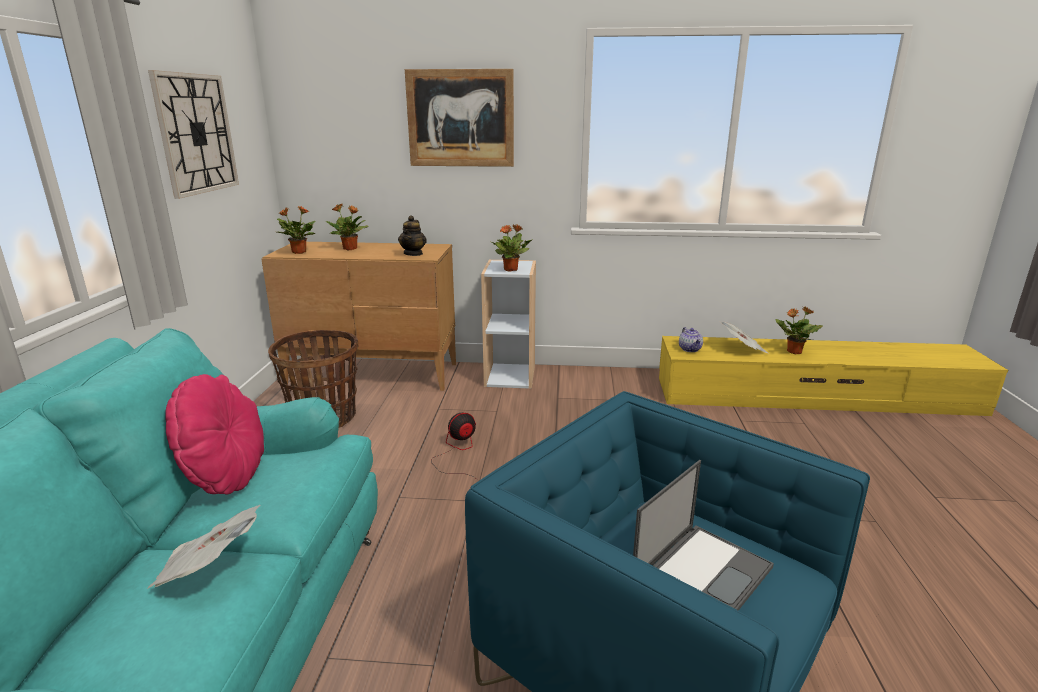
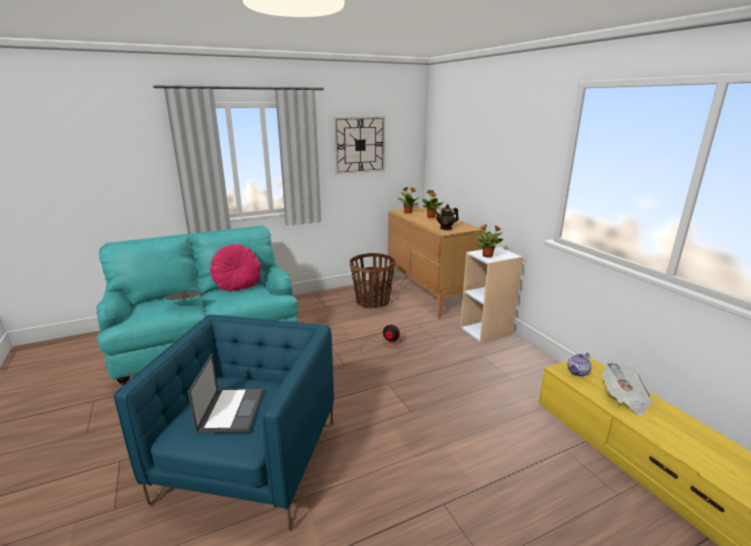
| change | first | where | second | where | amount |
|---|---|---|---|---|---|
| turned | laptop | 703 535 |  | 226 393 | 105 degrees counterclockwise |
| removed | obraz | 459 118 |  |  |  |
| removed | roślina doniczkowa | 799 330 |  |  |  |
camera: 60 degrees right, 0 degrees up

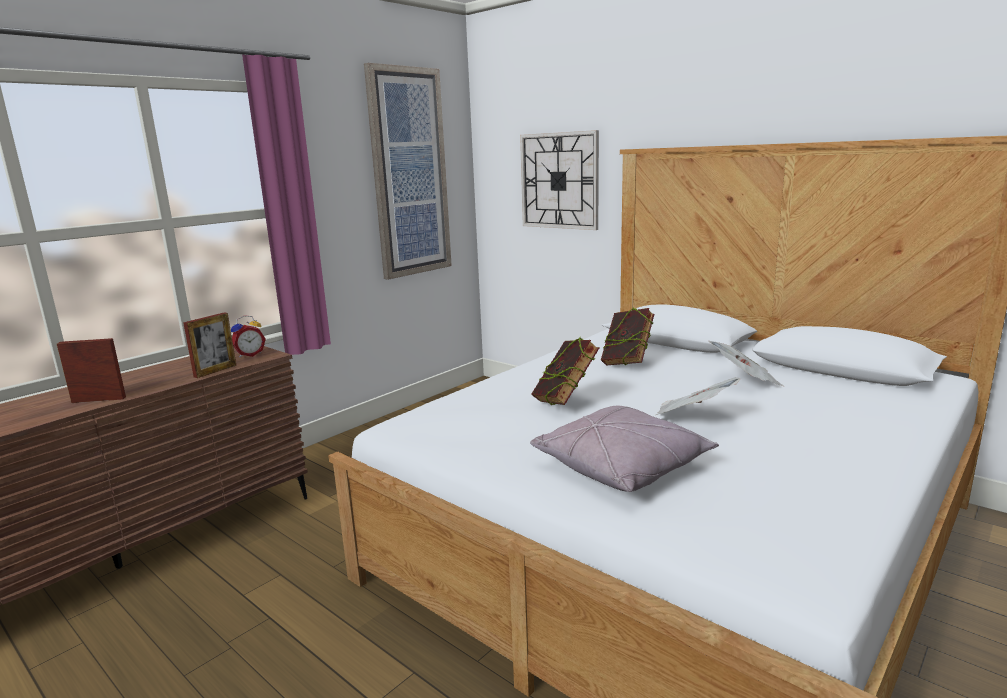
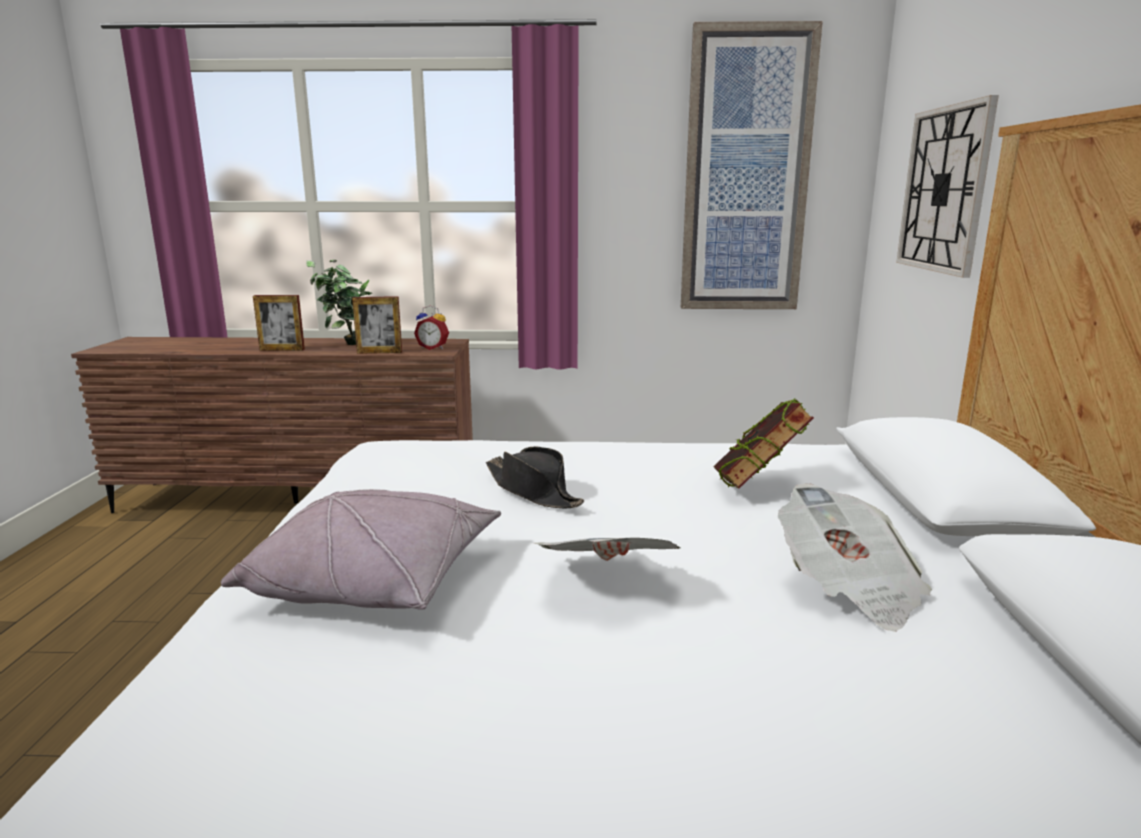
| change | first | where | second | where | amount |
|---|---|---|---|---|---|
| turned | ramka na zdjęcie | 91 370 |  | 279 323 | 135 degrees clockwise |
| added |  |  | roślina doniczkowa | 339 302 |  |
| replaced | książka | 565 372 | kapelusz (czarny) | 535 477 |  |
camera: 50 degrees right, 0 degrees up

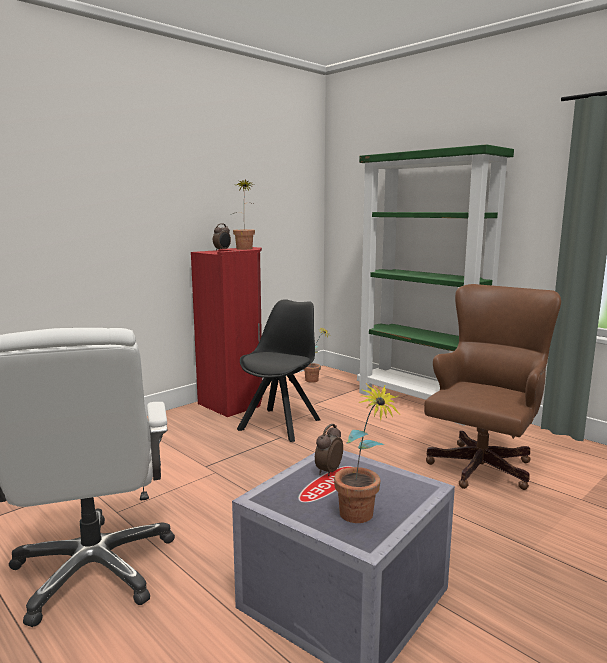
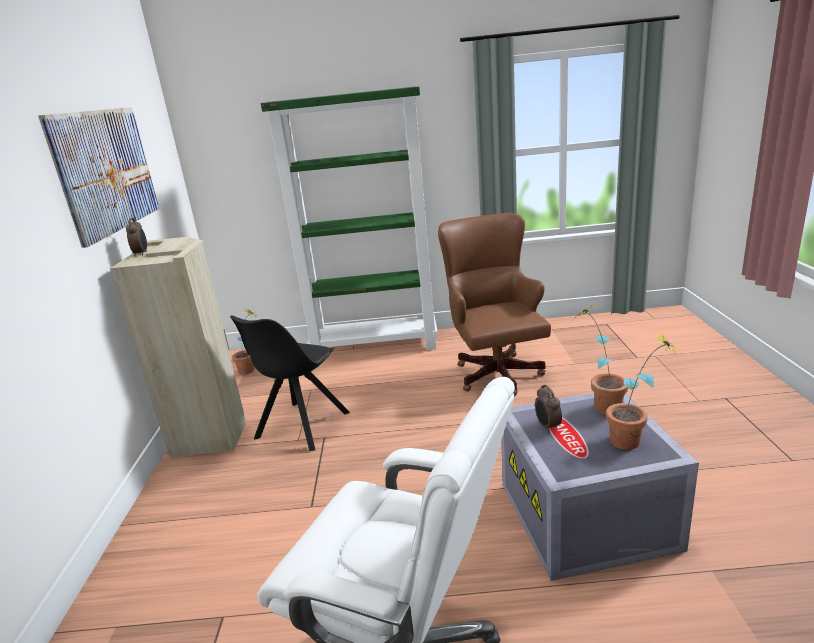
| change | first | where | second | where | amount |
|---|---|---|---|---|---|
| added |  |  | obraz | 98 177 |  |
| recoloured | szafka (czerwony) | 227 332 | szafka (beżowy) | 178 347 |  |
| turned | krzesło (czarny) | 278 370 |  | 290 383 | 135 degrees counterclockwise |
| moved | roślina doniczkowa | 242 214 |  | 601 359 |  |
camera: 45 degrees left, 10 degrees up

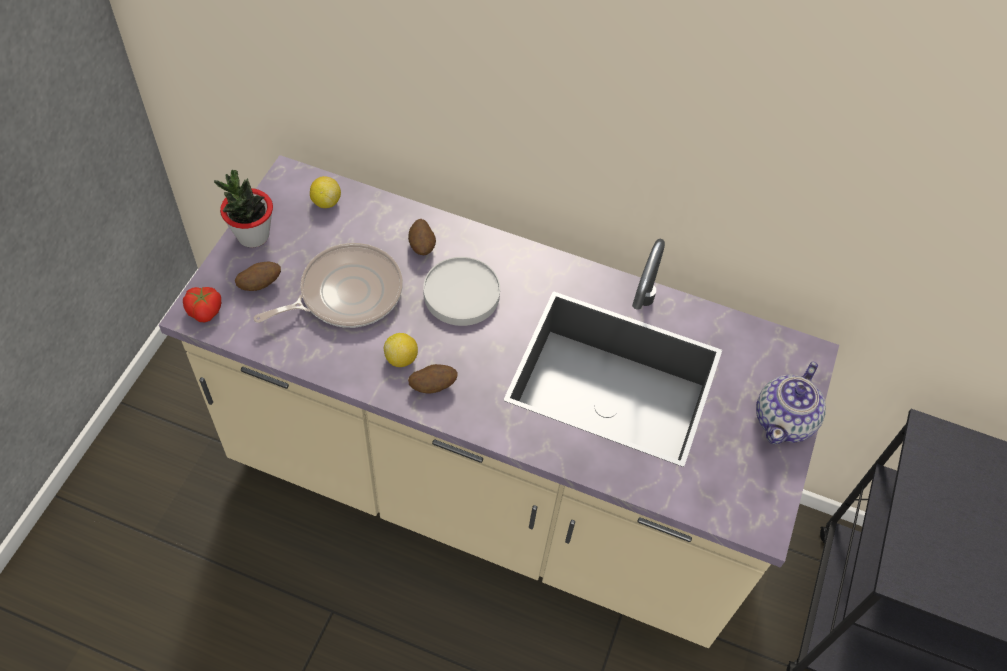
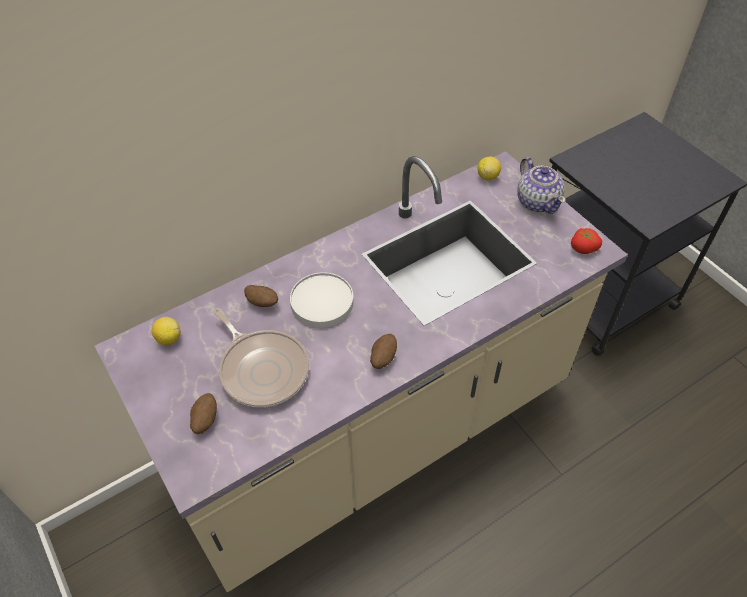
| change | first | where | second | where | amount |
|---|---|---|---|---|---|
| turned | patelnia | 328 285 |  | 261 358 | 135 degrees clockwise |
| moved | cytryna | 401 350 |  | 489 168 |  |
| moved | pomidor | 202 304 |  | 586 241 |  |
| removed | roślina doniczkowa | 243 209 |  |  |  |
camera: 50 degrees left, 5 degrees down

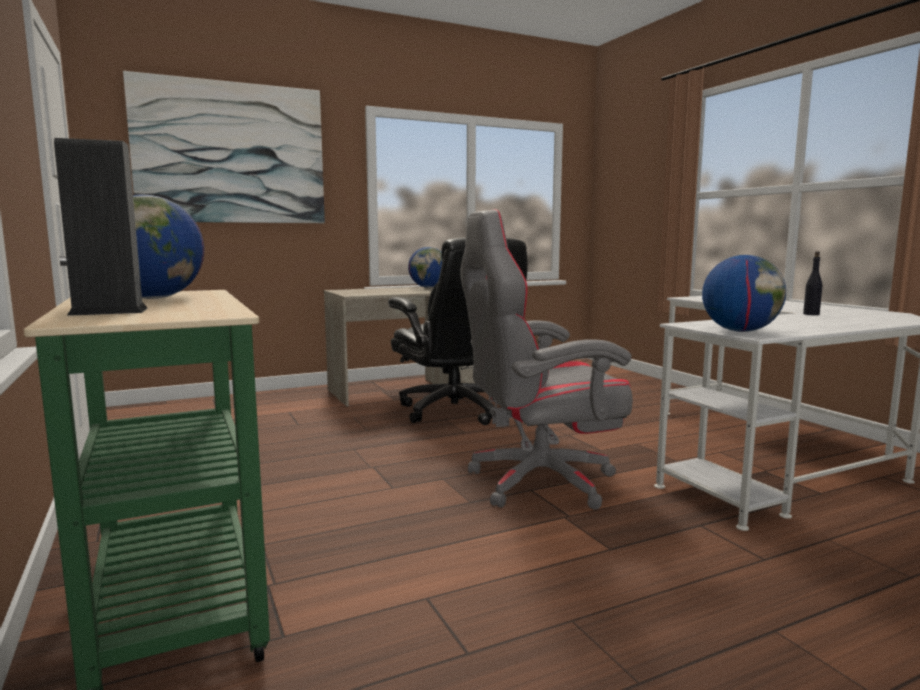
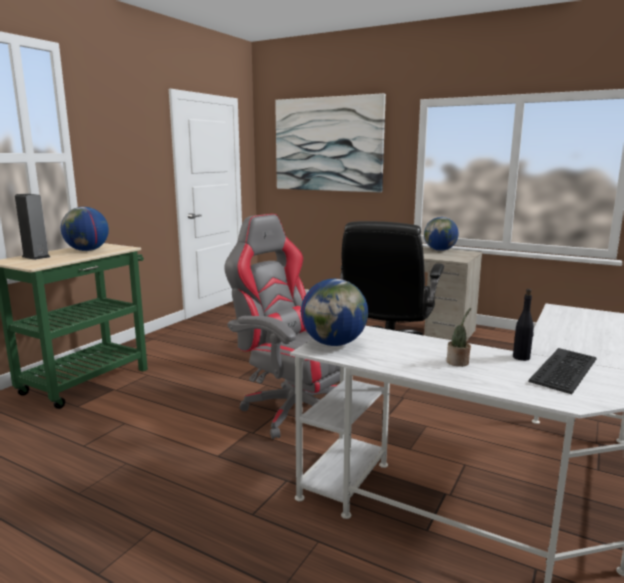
| change | first | where | second | where | amount |
|---|---|---|---|---|---|
| added |  |  | roślina doniczkowa | 459 337 |  |
| added |  |  | klawiatura | 563 371 |  |
camera: 55 degrees right, 5 degrees up

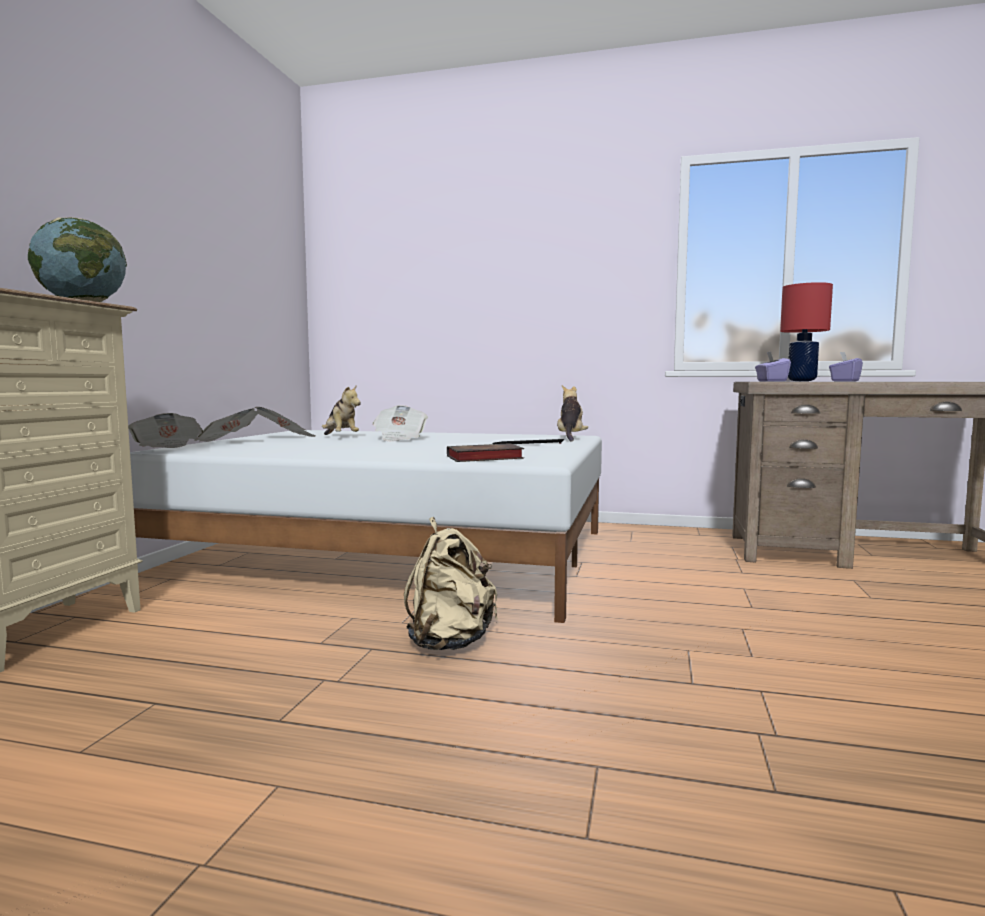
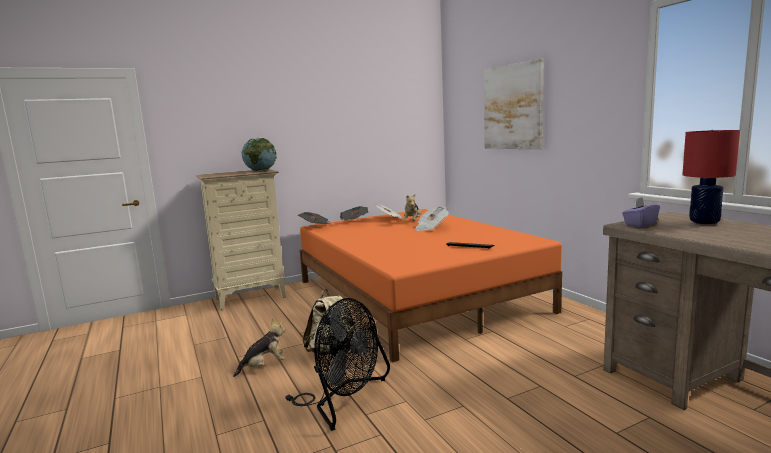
| change | first | where | second | where | amount |
|---|---|---|---|---|---|
| moved | pluszak | 572 413 |  | 259 348 |  |
| added |  |  | wentylator (czarny) | 337 364 |  |
| recoloured | łóżko (biały) | 366 526 | łóżko (pomarańczowy) | 431 285 |  |
| added |  |  | obraz | 514 104 |  |
| removed | książka | 485 452 |  |  |  |
| removed | pudełko chusteczek (fioletowy) | 846 366 |  |  |  |
camera: 50 degrees right, 5 degrees up

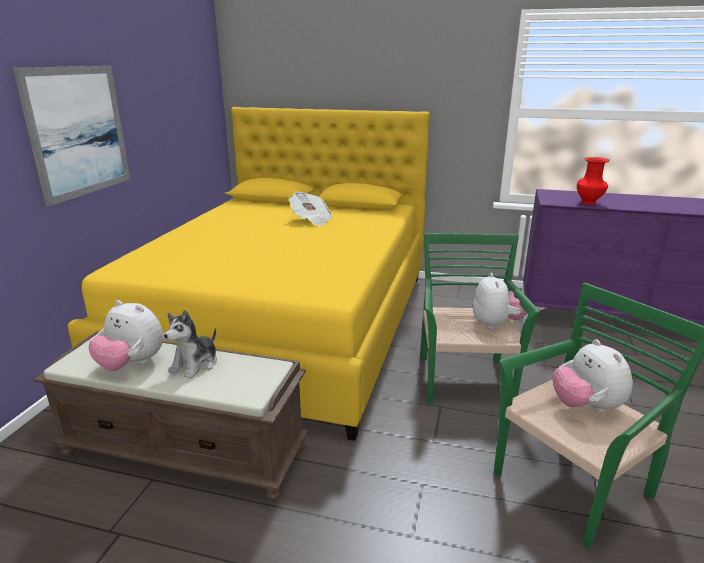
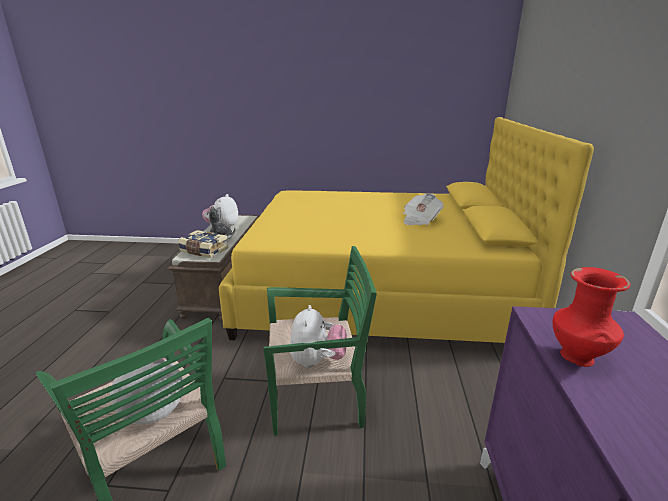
| change | first | where | second | where | amount |
|---|---|---|---|---|---|
| added |  |  | książka | 203 244 |  |
| turned | pluszak | 500 301 |  | 318 336 | 75 degrees counterclockwise |
| removed | obraz | 71 136 |  |  |  |
camera: 80 degrees right, 0 degrees up

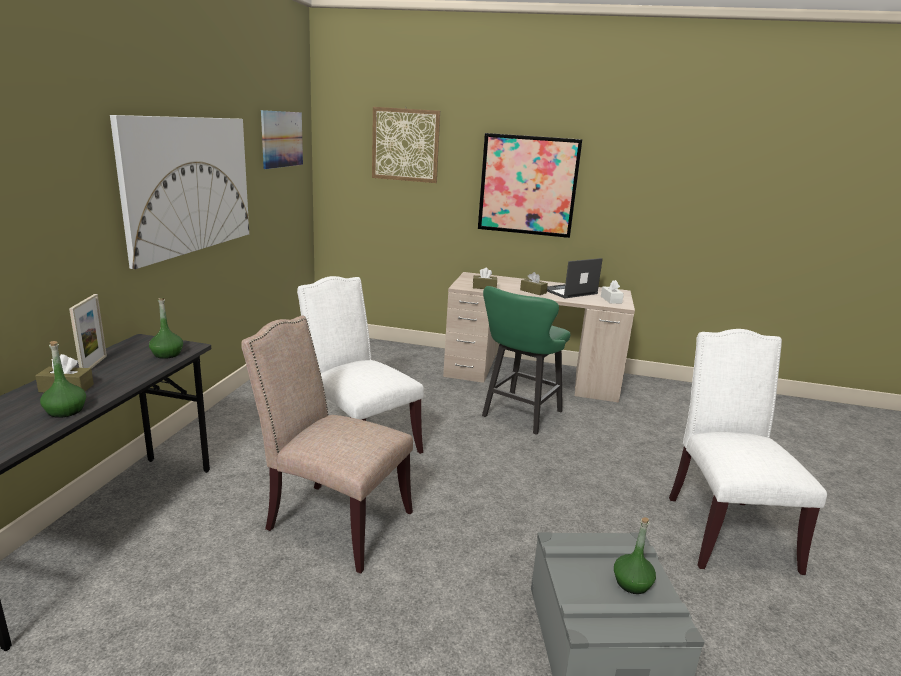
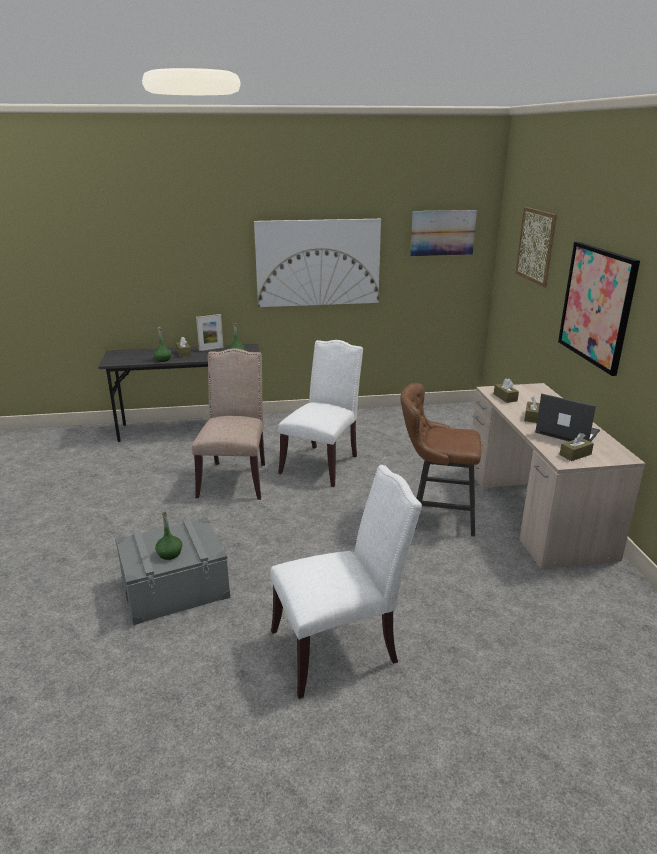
| change | first | where | second | where | amount |
|---|---|---|---|---|---|
| recoloured | stołek (zielony) | 526 360 | stołek (brązowy) | 440 460 |  |
| recoloured | pudełko chusteczek (biały) | 612 292 | pudełko chusteczek (brązowy) | 576 447 |  |
camera: 70 degrees right, 5 degrees up

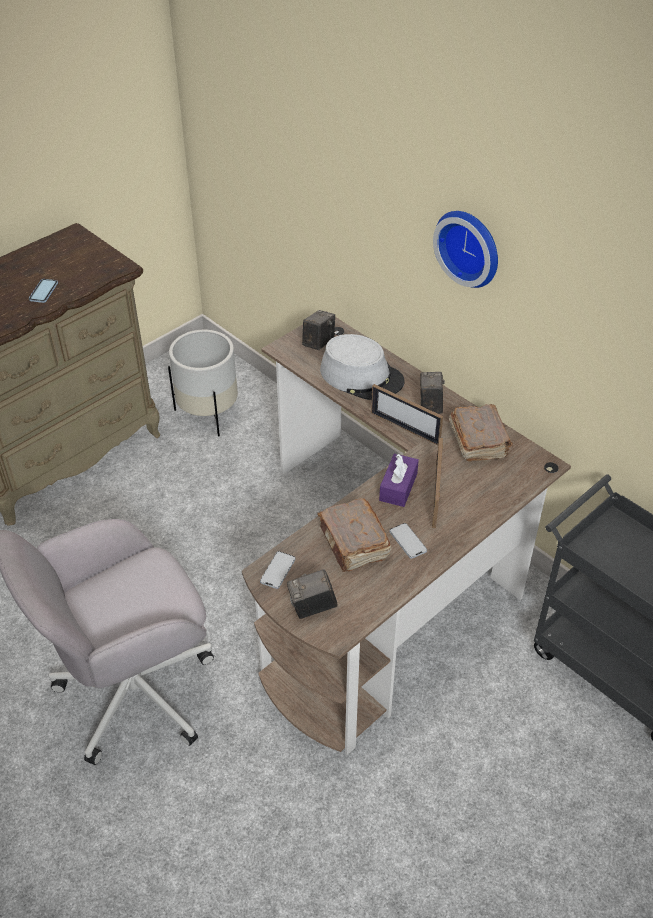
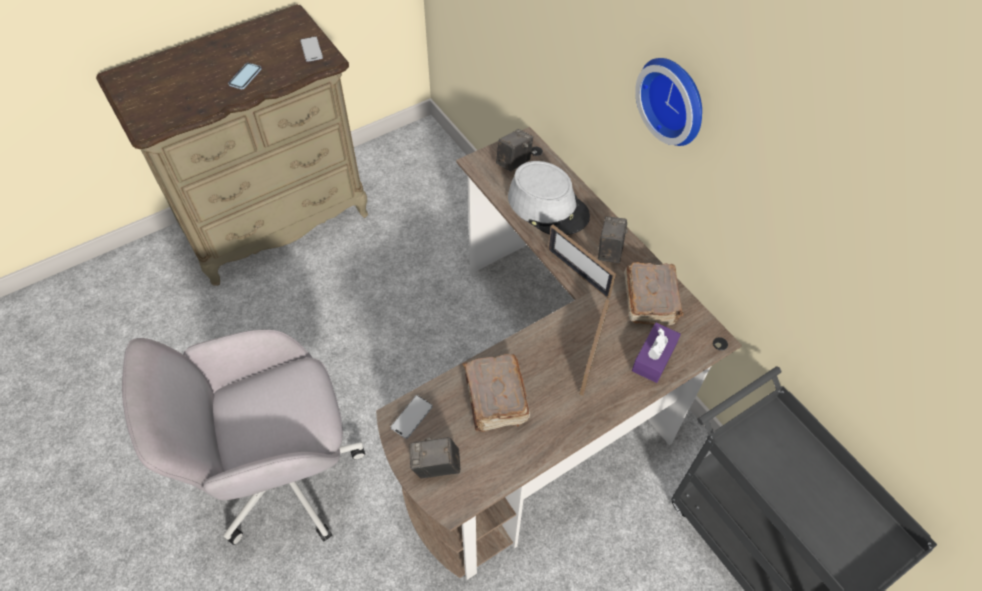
| change | first | where | second | where | amount |
|---|---|---|---|---|---|
| moved | telefon | 408 541 |  | 311 49 |  |
| moved | pudełko chusteczek (fioletowy) | 399 480 |  | 656 353 |  |
| removed | donica (biały) | 203 383 |  |  |  |
camera: 10 degrees right, 10 degrees up

